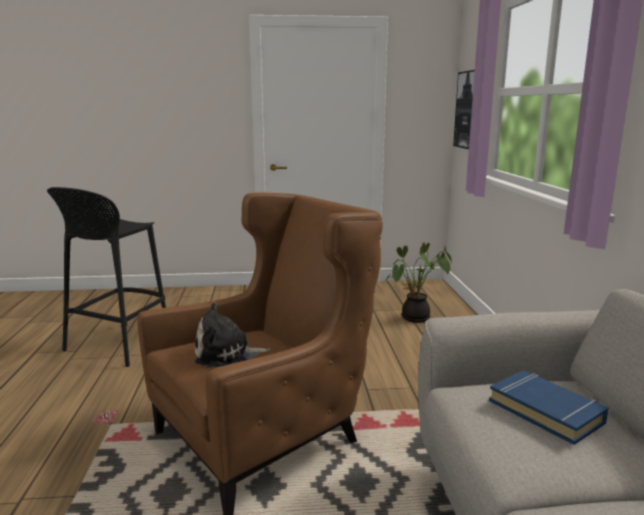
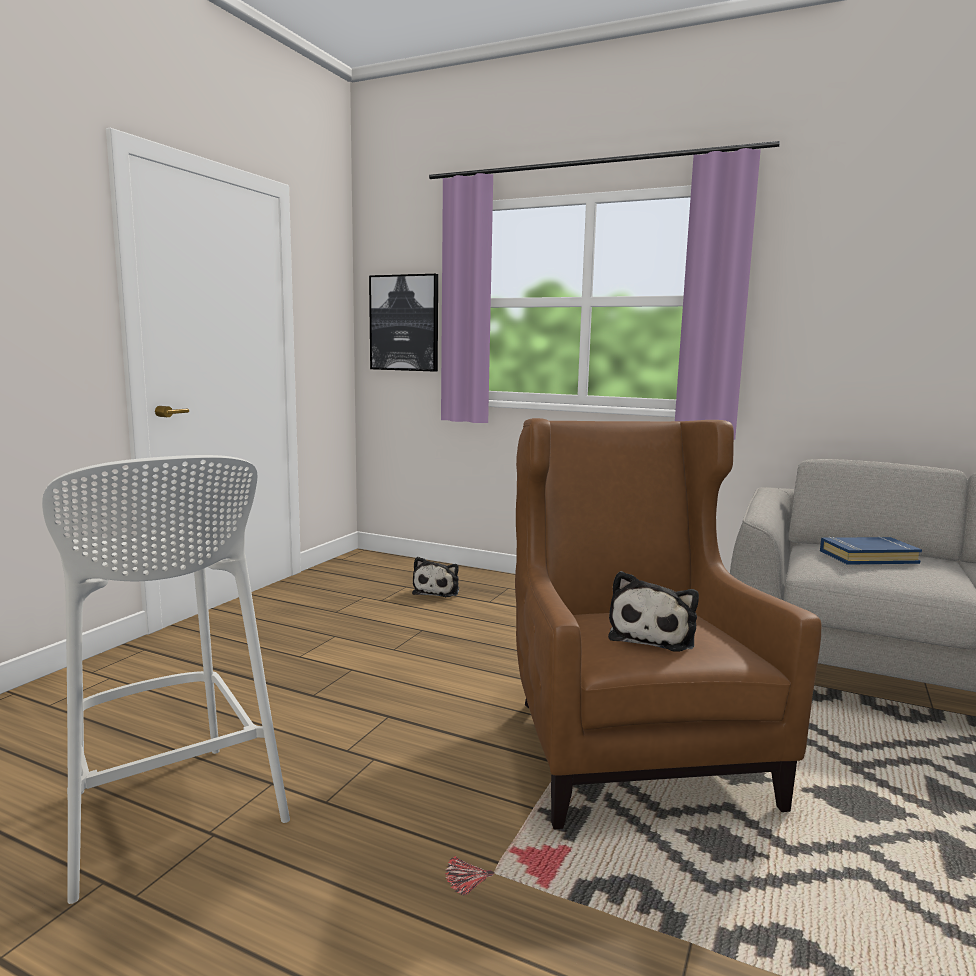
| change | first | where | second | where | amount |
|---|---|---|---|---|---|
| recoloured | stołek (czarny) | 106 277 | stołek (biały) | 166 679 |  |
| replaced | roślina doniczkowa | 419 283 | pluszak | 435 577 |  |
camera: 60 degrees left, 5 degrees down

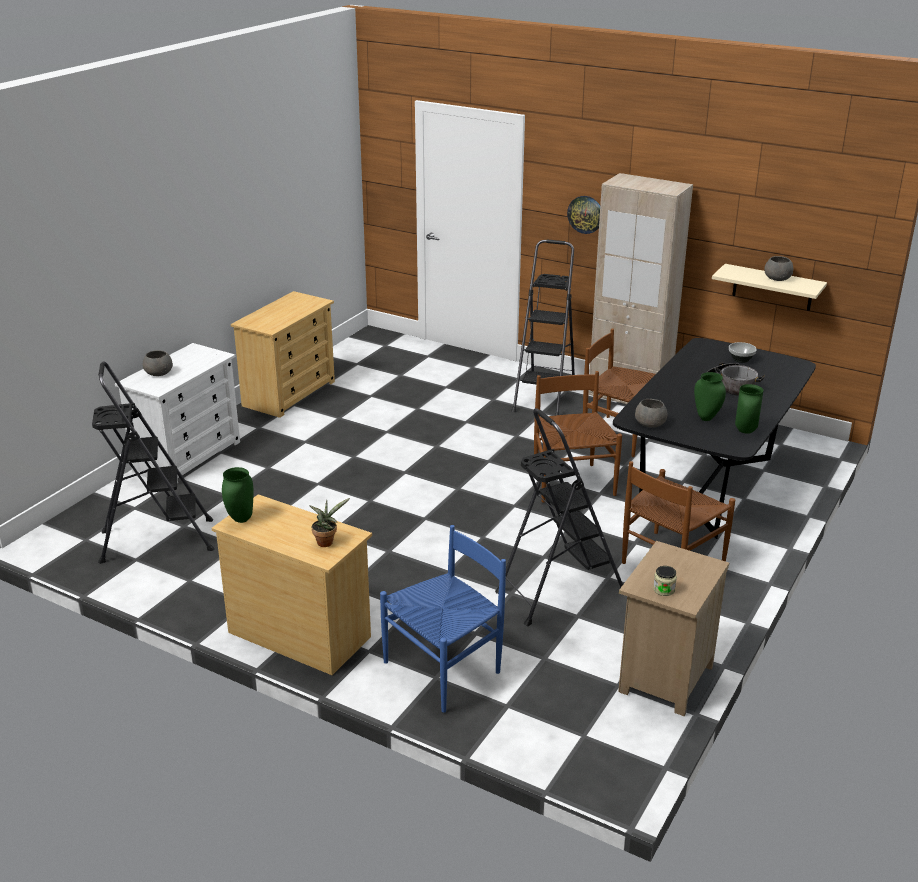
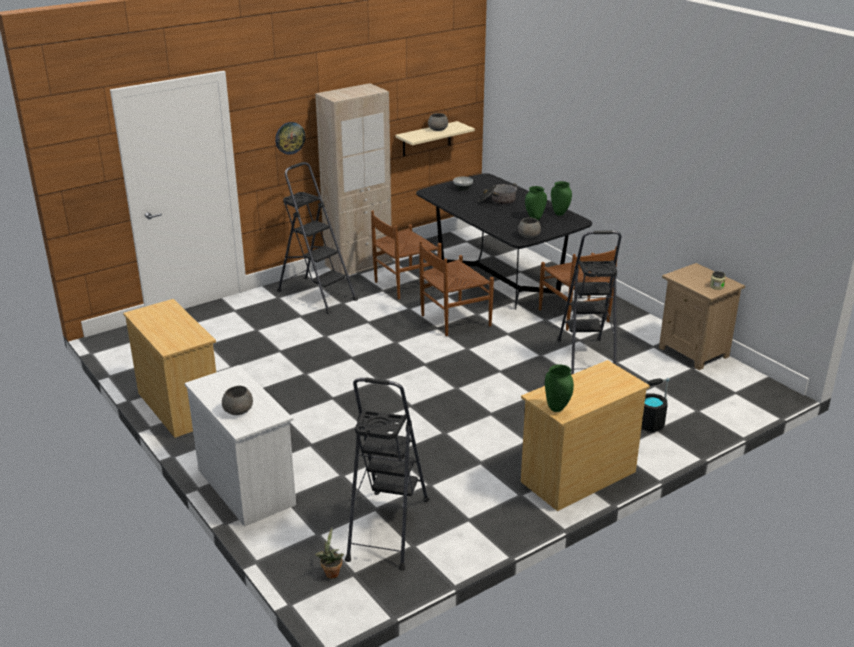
| change | first | where | second | where | amount |
|---|---|---|---|---|---|
| moved | roślina doniczkowa | 329 522 |  | 329 553 |  |
| turned | krzesło (brązowy) | 578 437 |  | 456 288 | 45 degrees counterclockwise |
| replaced | krzesło (niebieski) | 443 619 | wiadro (czarny) | 655 405 |  |
camera: 65 degrees left, 0 degrees up

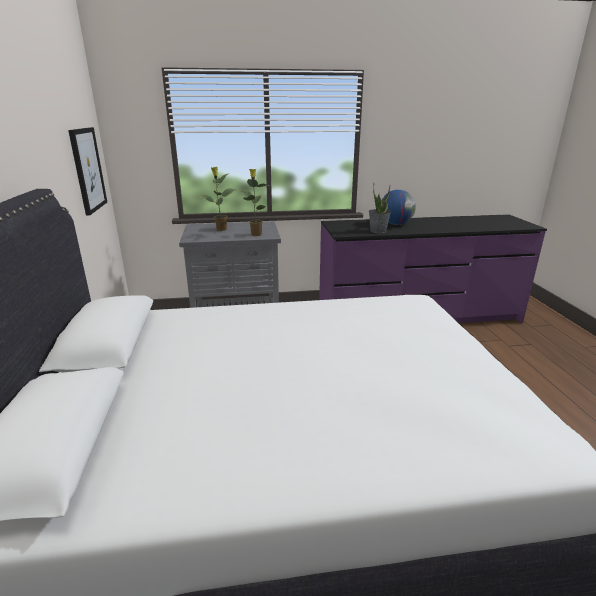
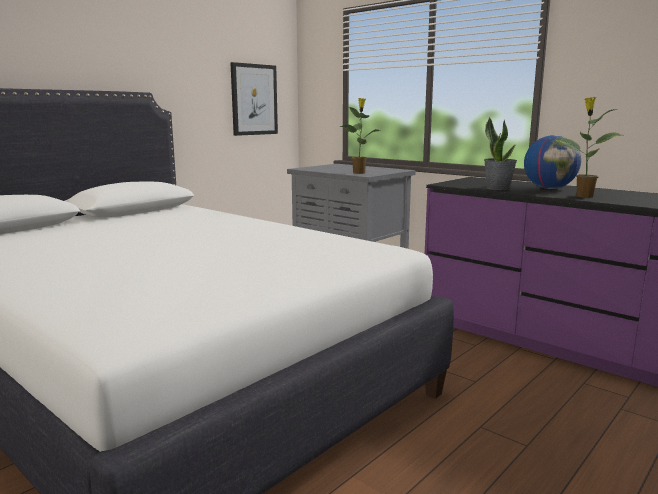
| change | first | where | second | where | amount |
|---|---|---|---|---|---|
| moved | roślina doniczkowa | 217 199 |  | 589 147 |  |
camera: 50 degrees right, 10 degrees down

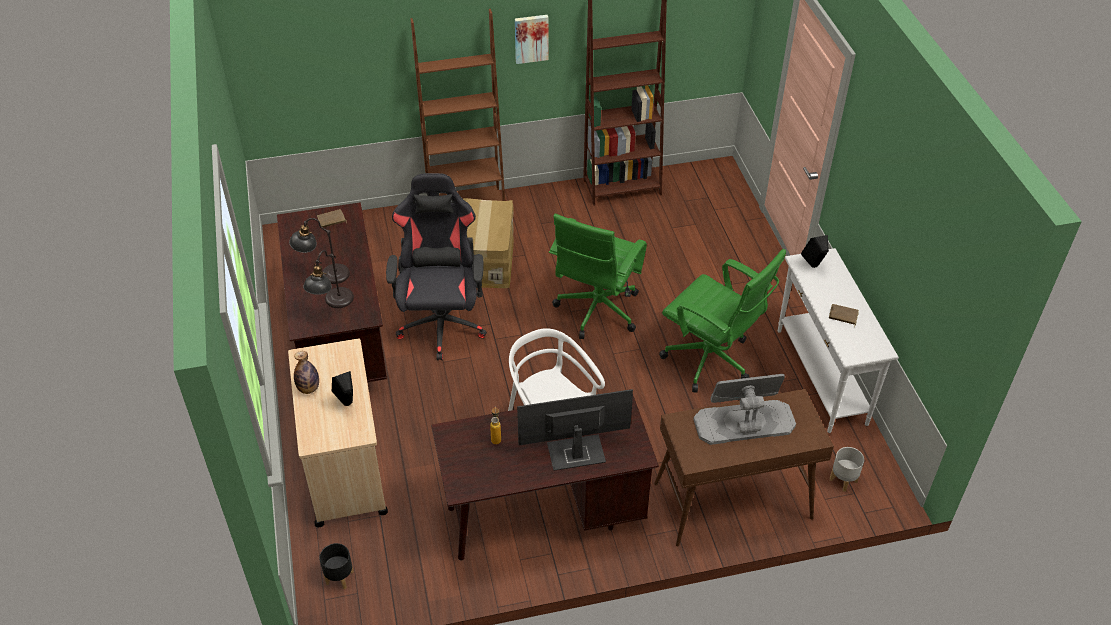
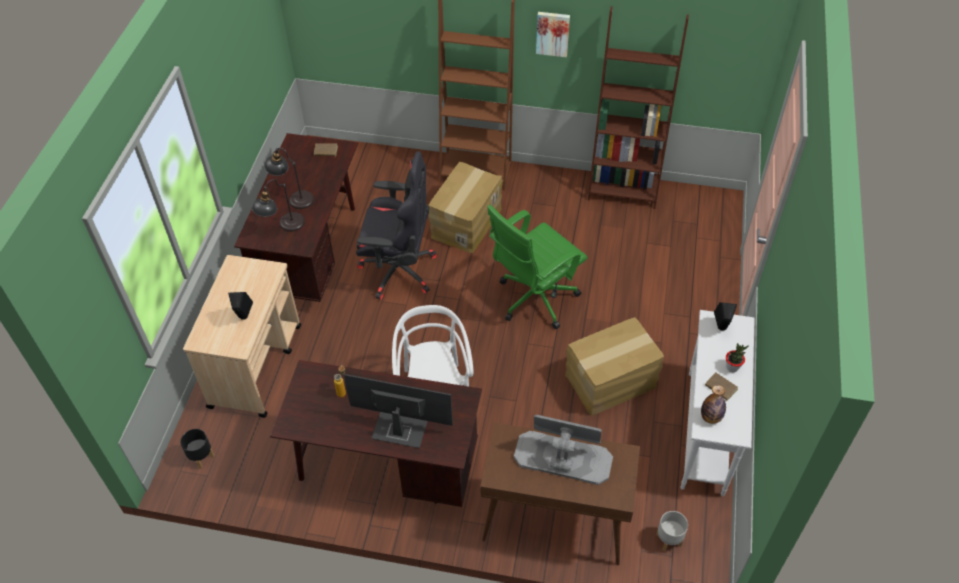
| change | first | where | second | where | amount |
|---|---|---|---|---|---|
| turned | krzesło biurowe (czarny) | 436 266 |  | 396 225 | 75 degrees clockwise |
| replaced | krzesło biurowe (zielony) | 722 320 | karton | 614 366 |  |
| moved | butelka | 306 372 |  | 713 404 |  |
| added |  |  | roślina doniczkowa | 737 357 |  |
camera: 25 degrees right, 5 degrees up

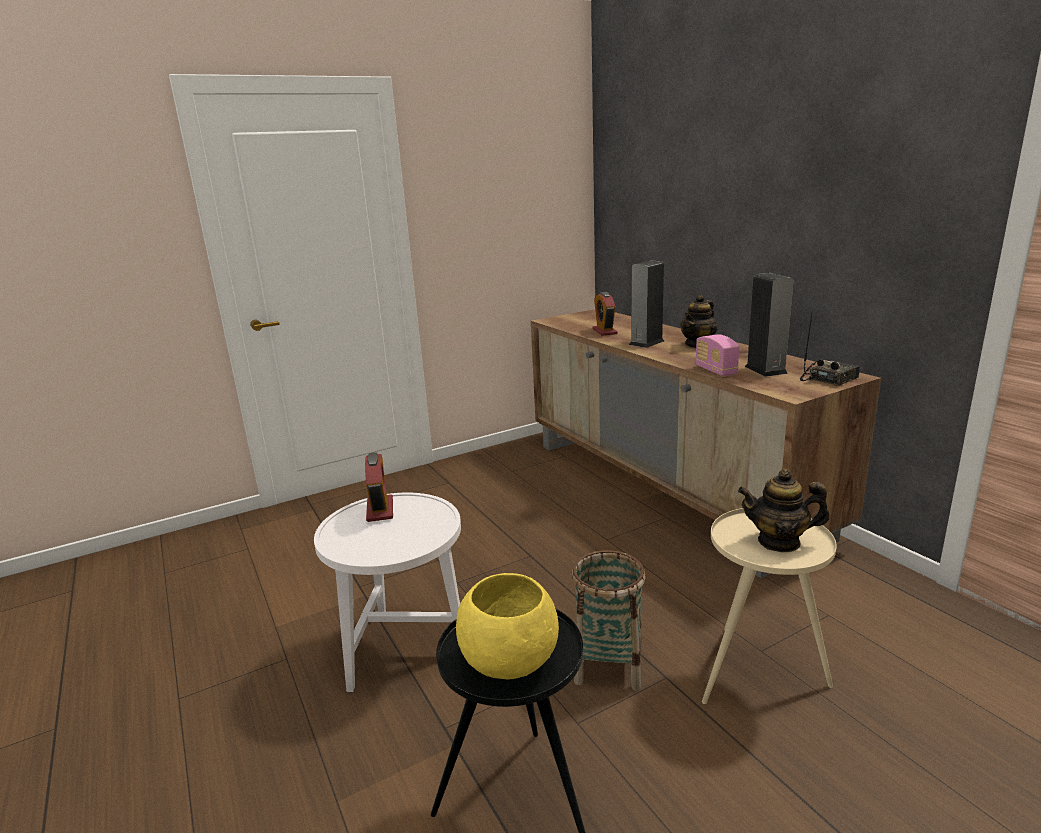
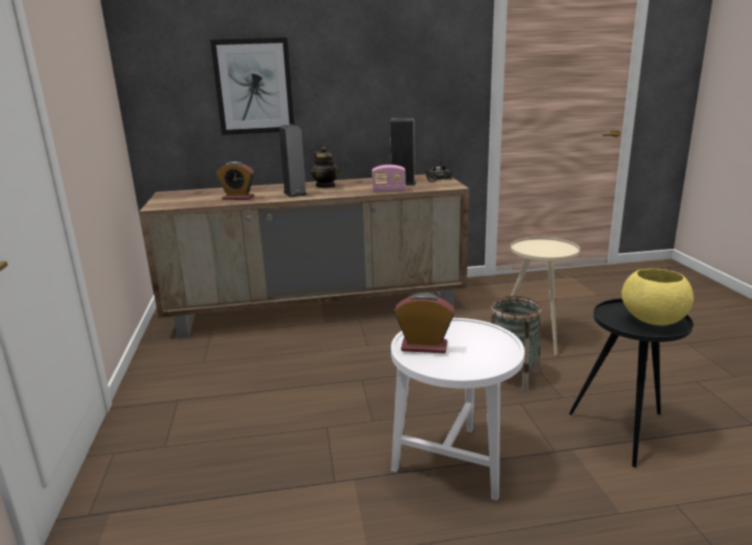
| change | first | where | second | where | amount |
|---|---|---|---|---|---|
| added |  |  | obraz | 252 86 |  |
| removed | imbryk | 784 510 |  |  |  |
camera: 70 degrees left, 0 degrees up

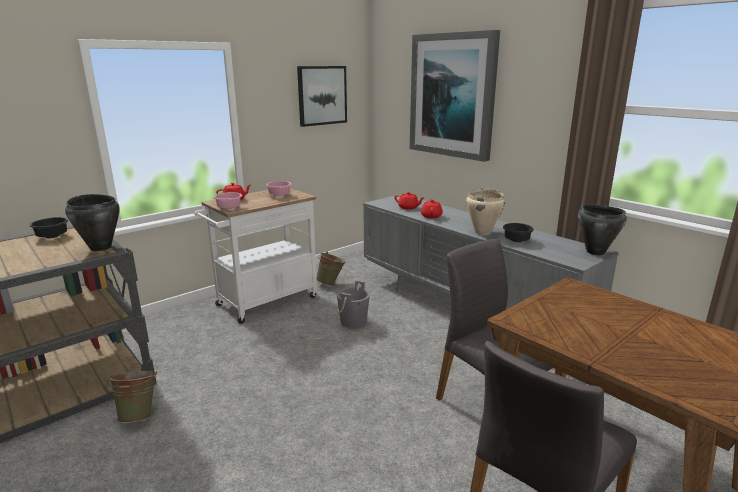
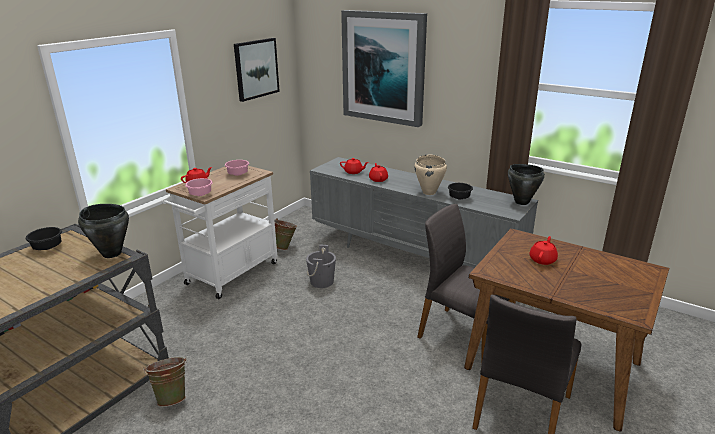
| change | first | where | second | where | amount |
|---|---|---|---|---|---|
| added |  |  | imbryk (czerwony) | 543 250 |  |
camera: 15 degrees left, 5 degrees up

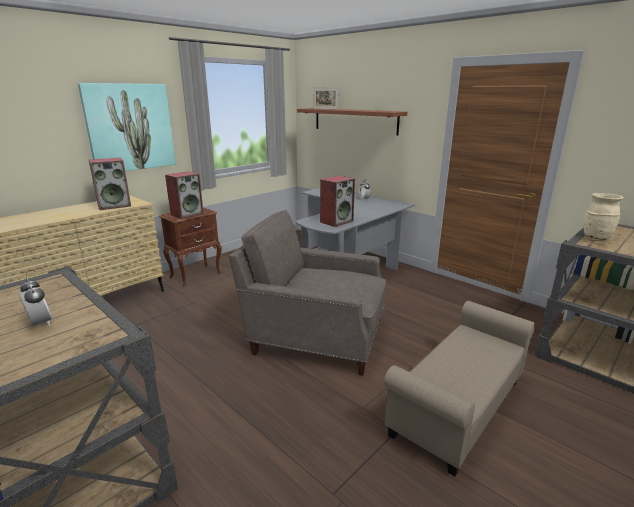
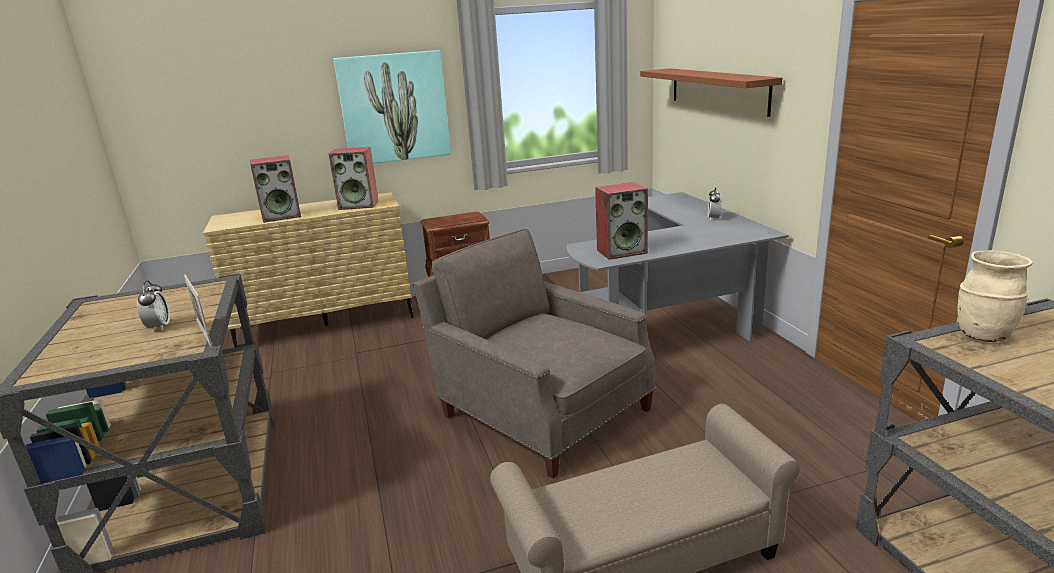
| change | first | where | second | where | amount |
|---|---|---|---|---|---|
| moved | ramka na zdjęcie | 326 98 |  | 198 311 |  |
| moved | głośnik | 184 195 |  | 275 189 |  |
camera: 30 degrees right, 0 degrees up

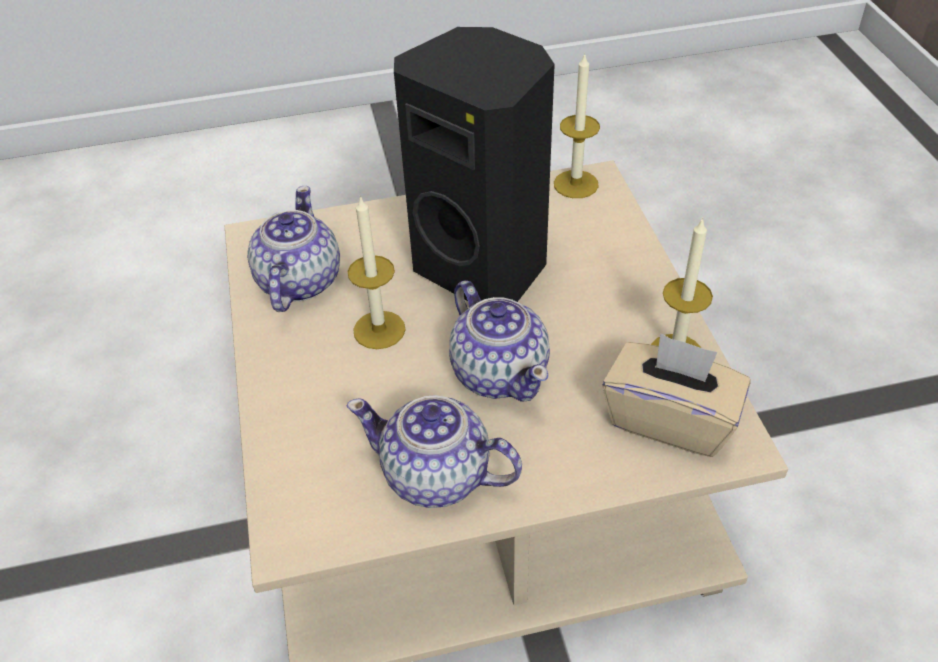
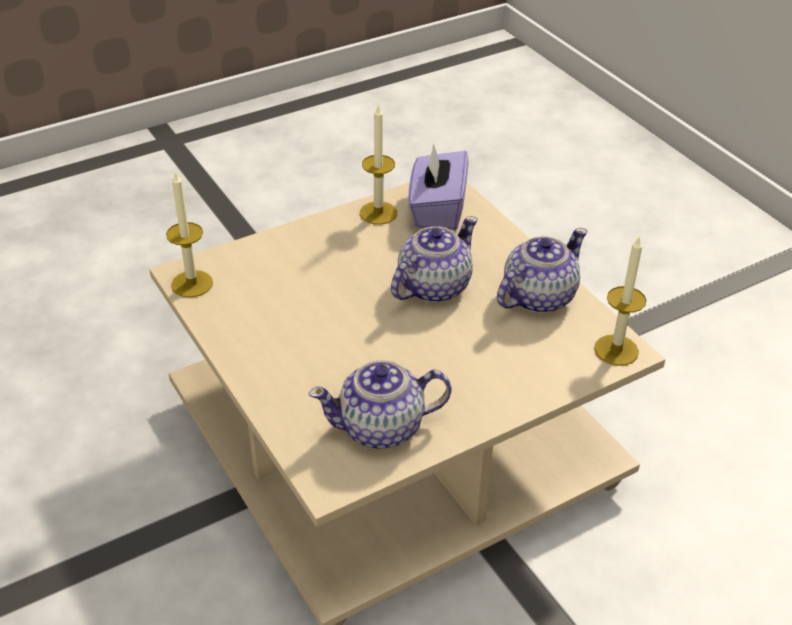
| change | first | where | second | where | amount |
|---|---|---|---|---|---|
| recoloured | pudełko chusteczek (beżowy) | 676 395 | pudełko chusteczek (fioletowy) | 438 187 |  |
| turned | imbryk | 434 451 |  | 542 270 | 135 degrees counterclockwise |
| moved | świeca | 376 272 |  | 620 301 |  |
| removed | głośnik (czarny) | 474 164 |  |  |  |
camera: 110 degrees left, 5 degrees down

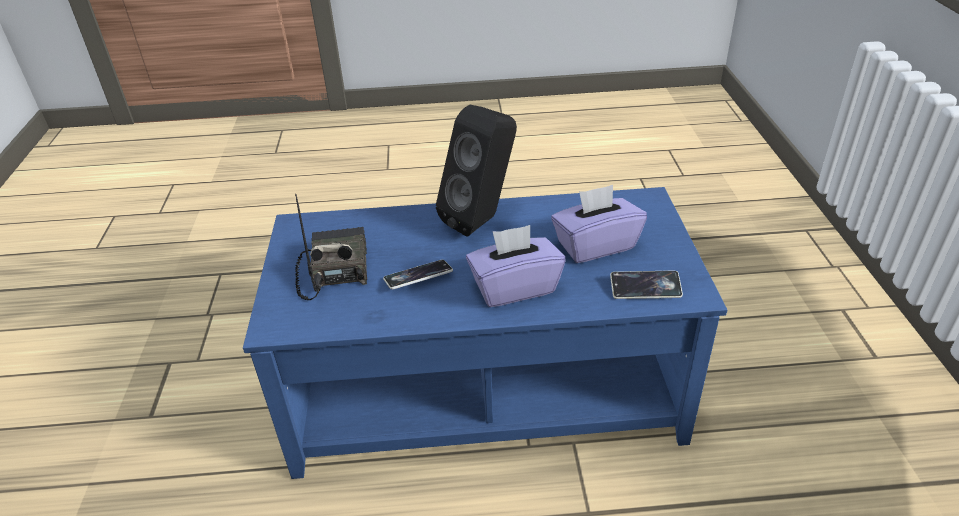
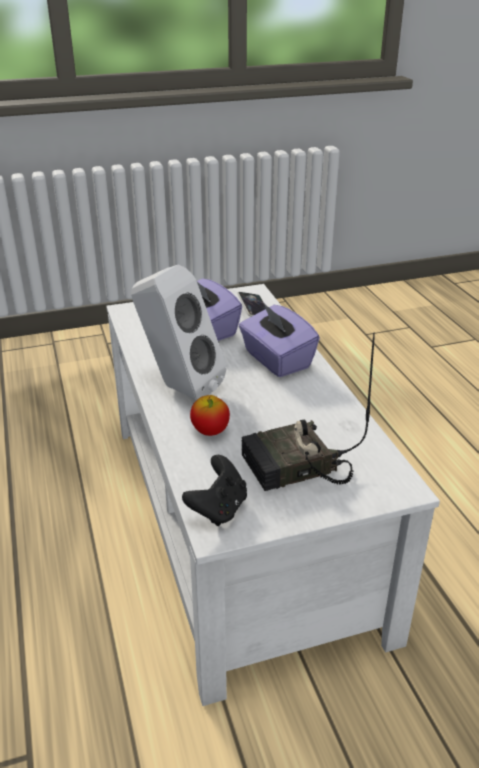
| change | first | where | second | where | amount |
|---|---|---|---|---|---|
| recoloured | ława (niebieski) | 485 333 | ława (biały) | 273 495 |  |
| recoloured | głośnik (czarny) | 476 171 | głośnik (biały) | 179 332 |  |
| added |  |  | pad do gier (czarny) | 214 490 |  |
| added |  |  | jabłko | 210 415 |  |
| removed | telefon | 418 274 |  |  |  |
camera: 105 degrees left, 5 degrees down

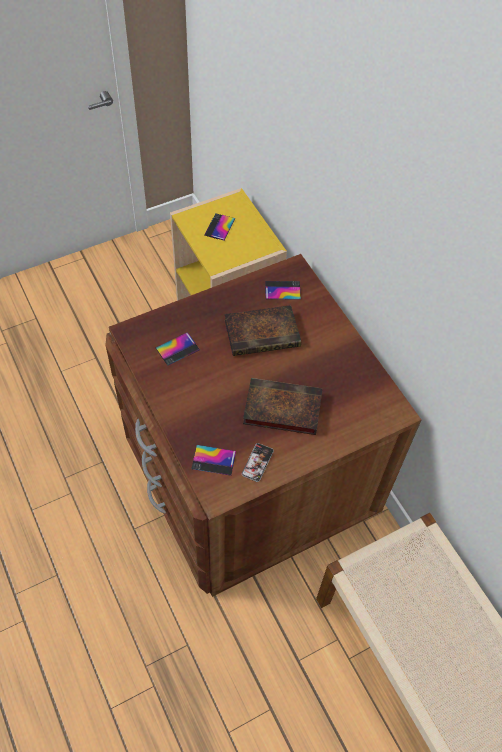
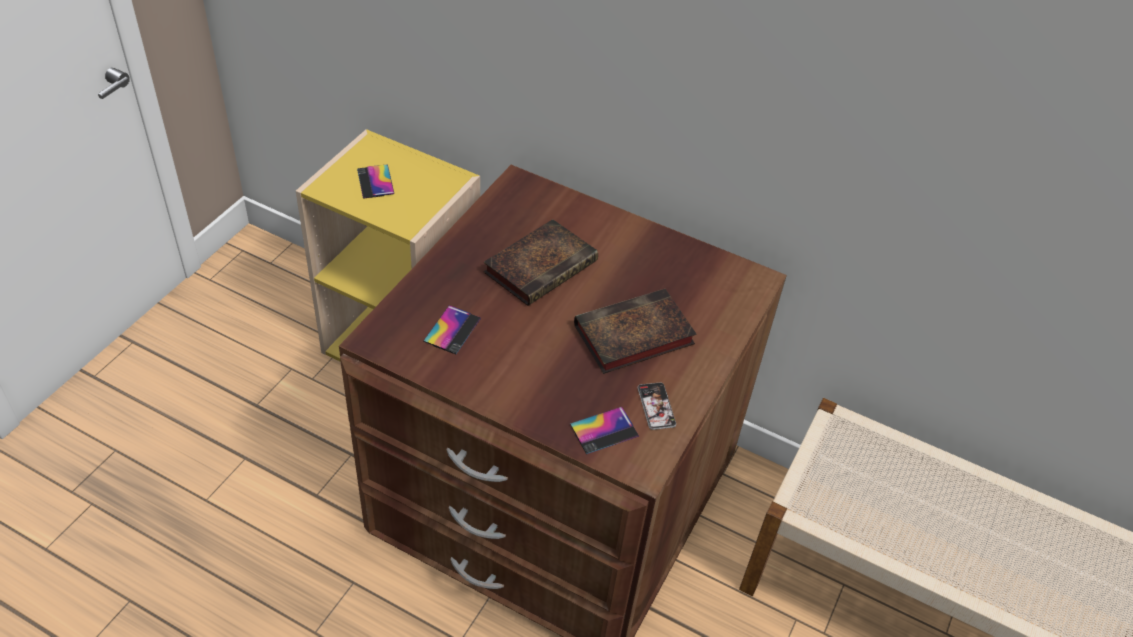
| change | first | where | second | where | amount |
|---|---|---|---|---|---|
| removed | telefon | 283 290 |  |  |  |
camera: 35 degrees left, 10 degrees down

